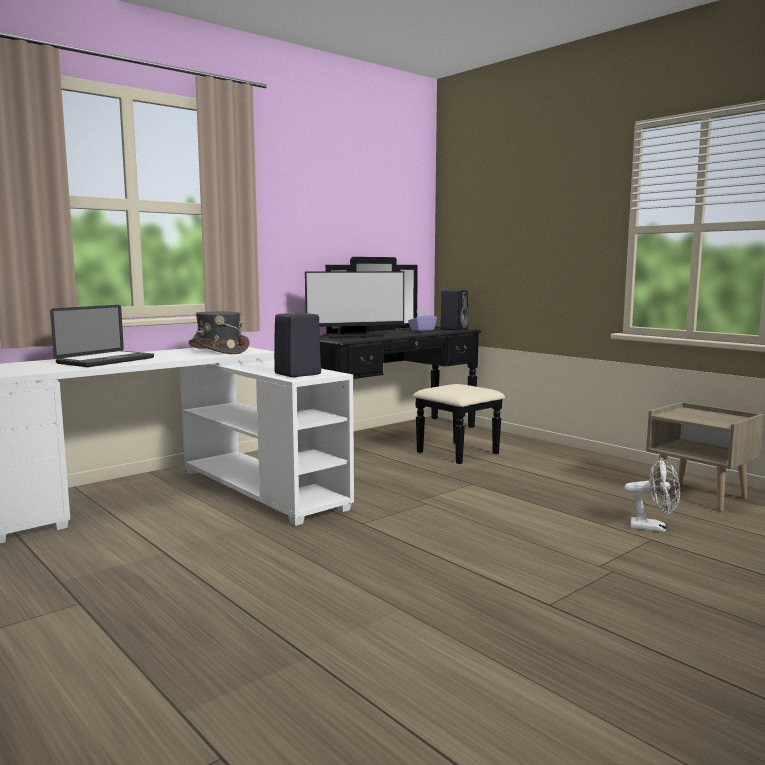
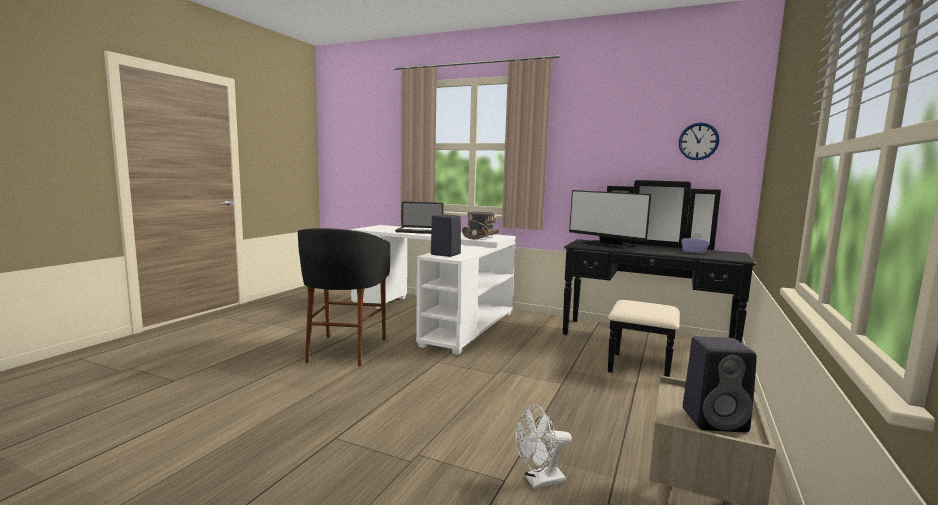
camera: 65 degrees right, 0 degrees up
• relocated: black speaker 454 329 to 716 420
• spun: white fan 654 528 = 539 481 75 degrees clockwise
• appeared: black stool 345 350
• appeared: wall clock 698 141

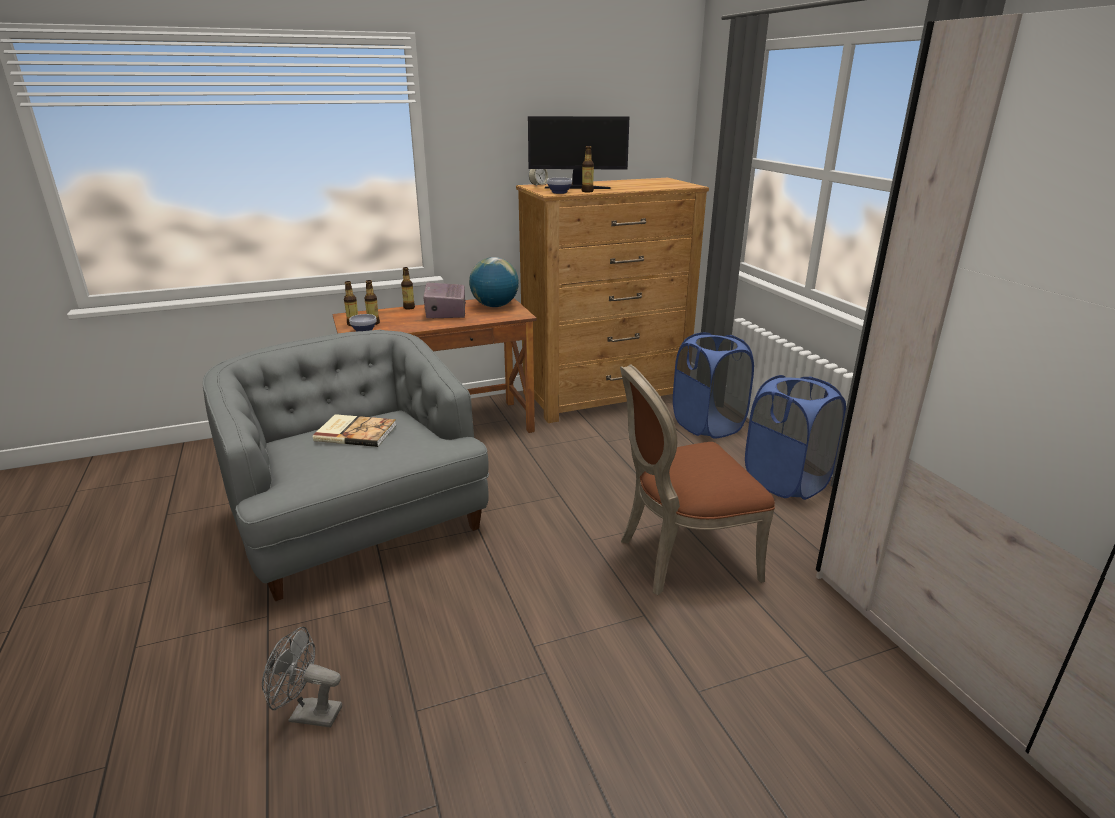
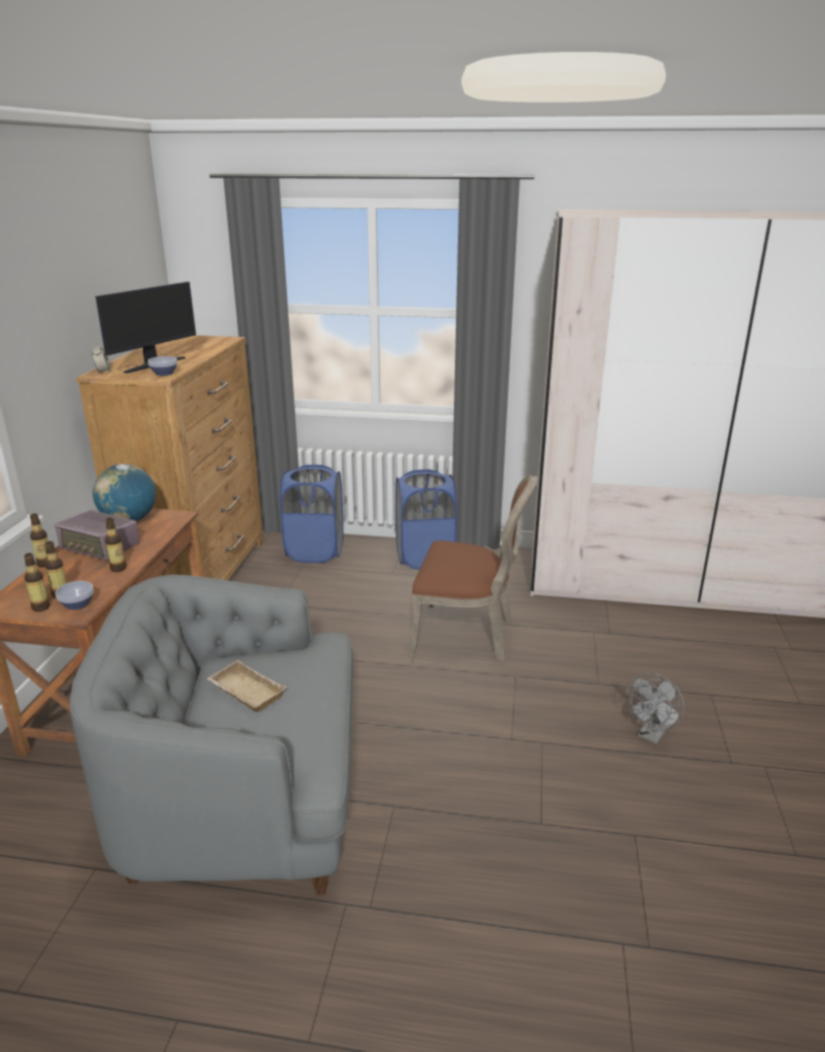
camera: 60 degrees left, 0 degrees up
• relocated: grey fan 308 714 to 651 735
• exchanged: book 355 432 to beige tray 244 692
• relocated: bottle 587 191 to 118 568
• spun: brown chair 681 557 = 468 635 90 degrees counterclockwise

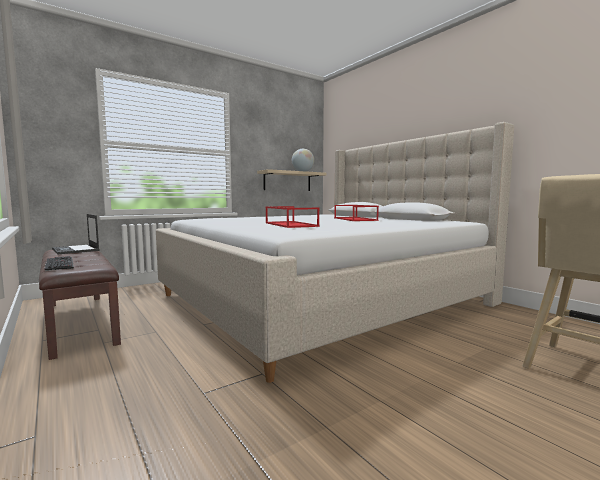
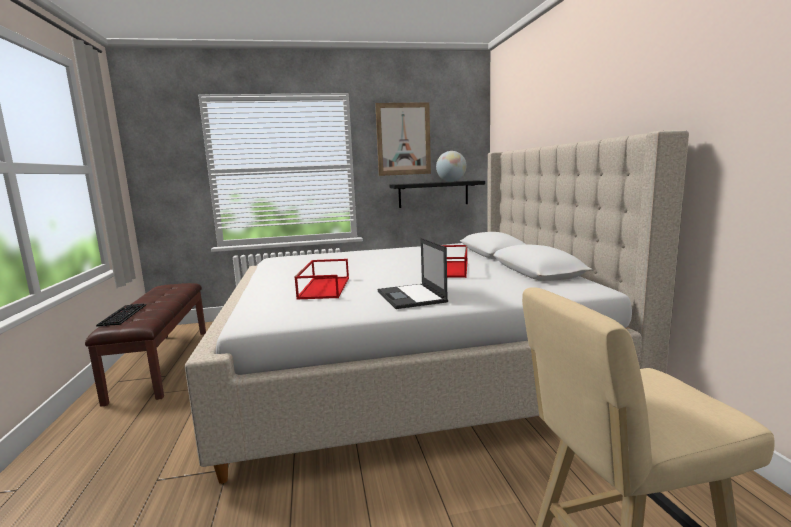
camera: 25 degrees right, 5 degrees up
• relocated: laptop 76 250 to 411 297
• colour: beige shelf 287 181 to black shelf 433 194
• appeared: picture 403 139

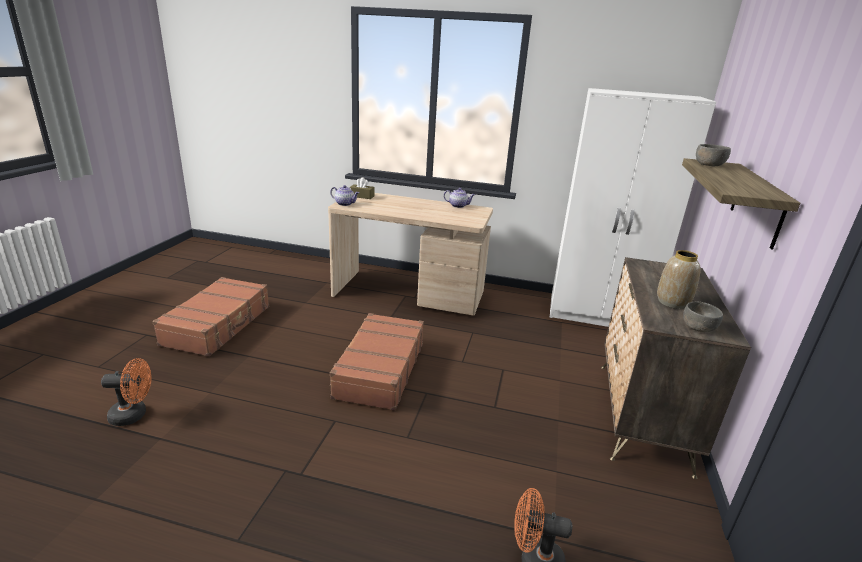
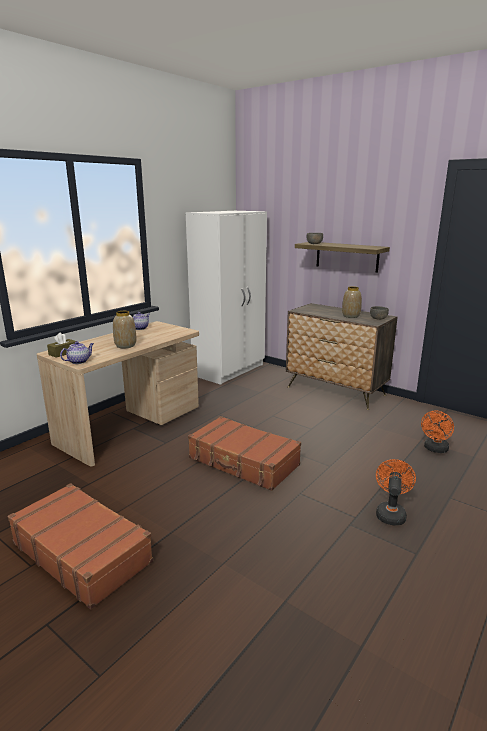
camera: 65 degrees left, 5 degrees down
• relocated: orange fan 134 415 to 390 513
• appeared: vase 125 345

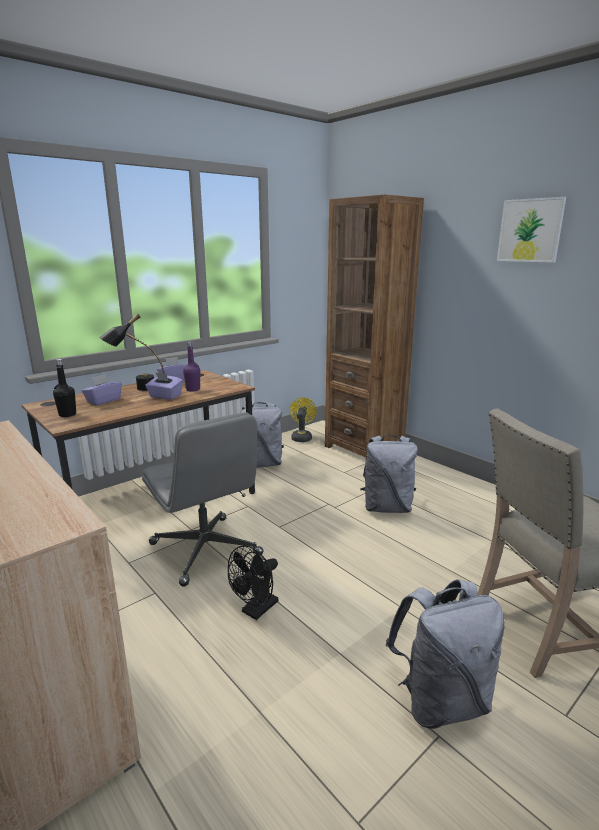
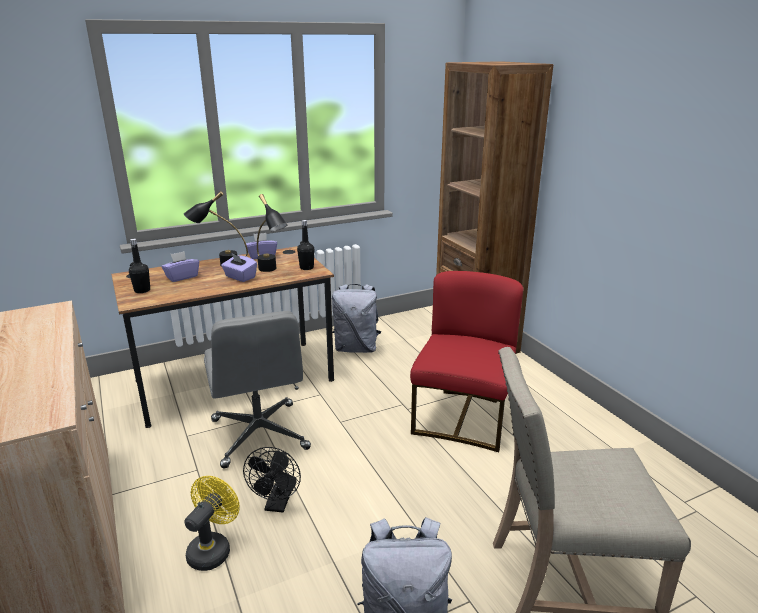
camera: 15 degrees right, 5 degrees up
• exchanged: purple bottle 193 389 to black table lamp 271 271
• spun: black fan 256 610 = 277 504 45 degrees counterclockwise
• relocated: yellow fan 302 437 to 213 548
• exchanged: grey backpack 387 507 to red chair 463 418
• missing: picture 530 230
• appeared: black bottle 306 268

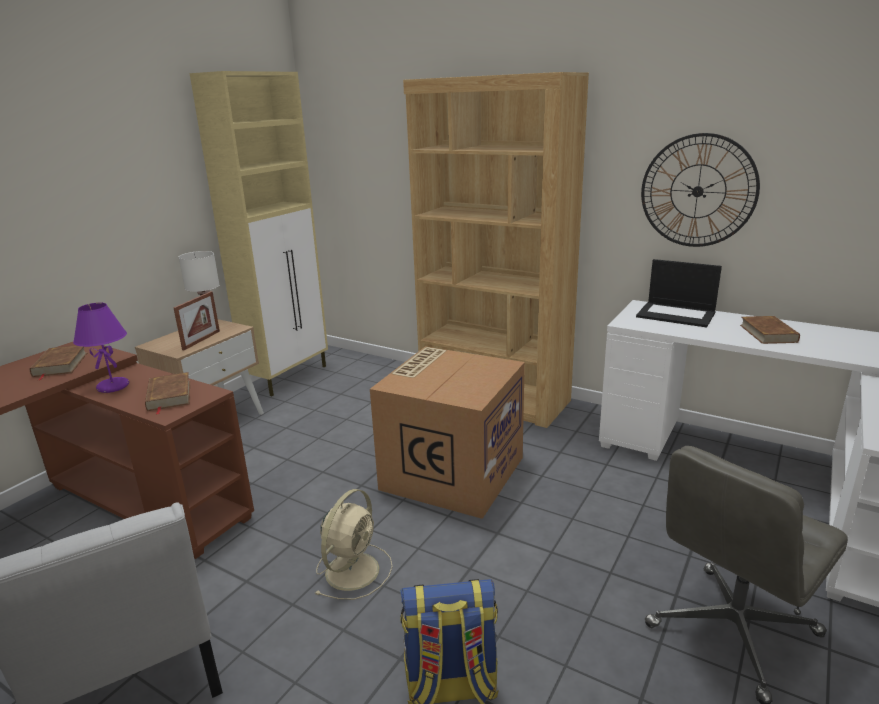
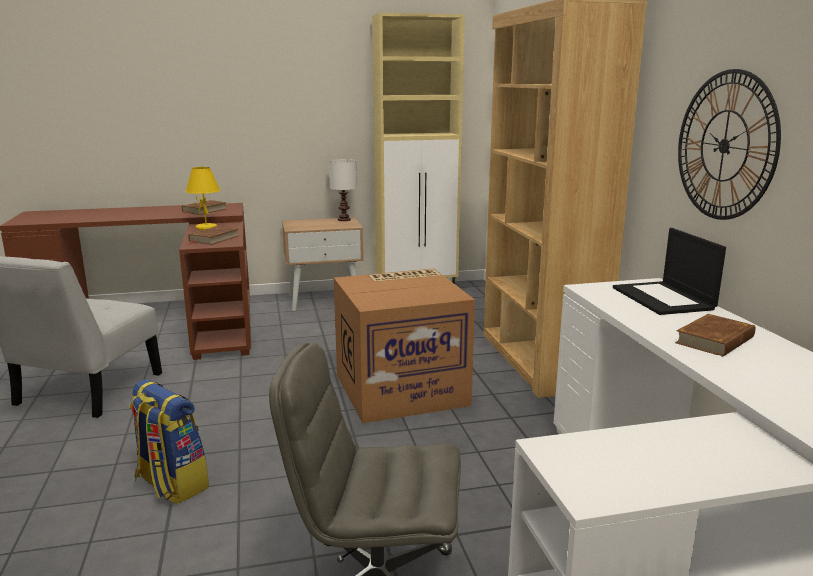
camera: 45 degrees right, 5 degrees down
• colour: purple table lamp 114 386 to yellow table lamp 207 228
• missing: picture frame 201 340
• missing: beige fan 353 569

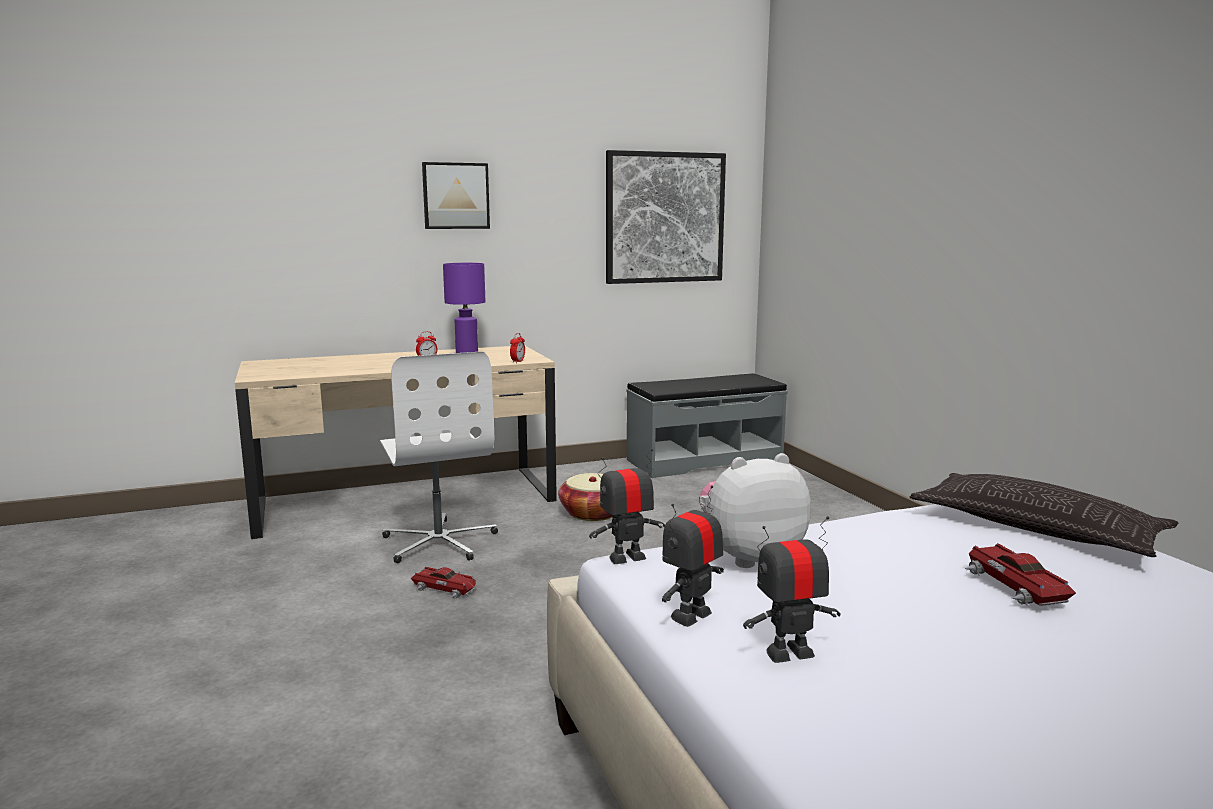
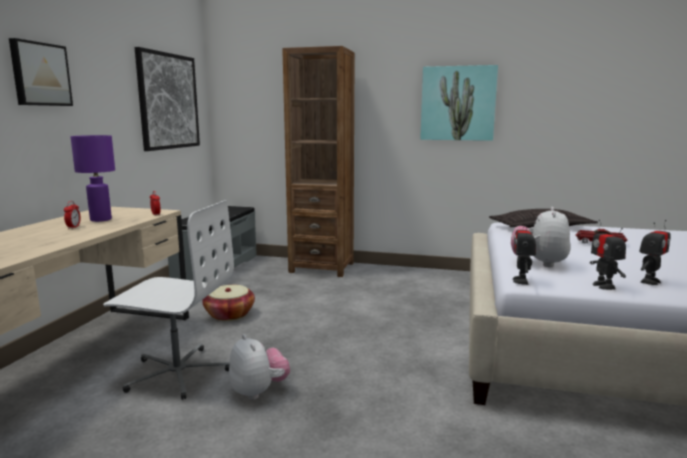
camera: 55 degrees left, 0 degrees up
• exchanged: toy car 445 588 to plush toy 259 391
• spun: toy robot 789 653 = 649 281 150 degrees counterclockwise
• appeared: brown bookcase 322 267
• appeared: picture 458 103

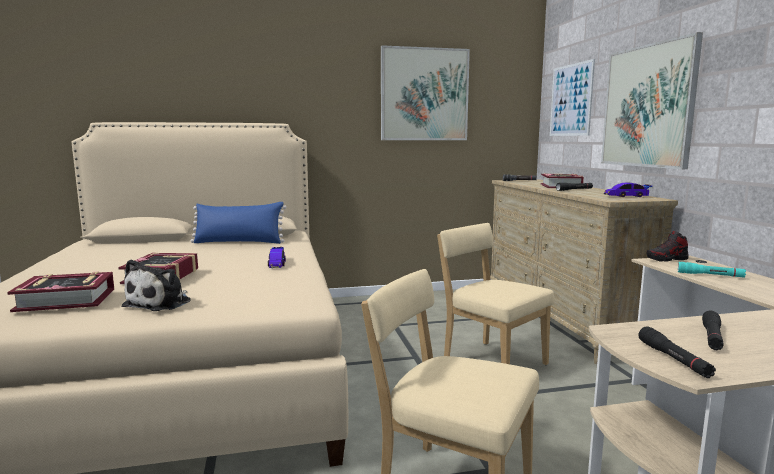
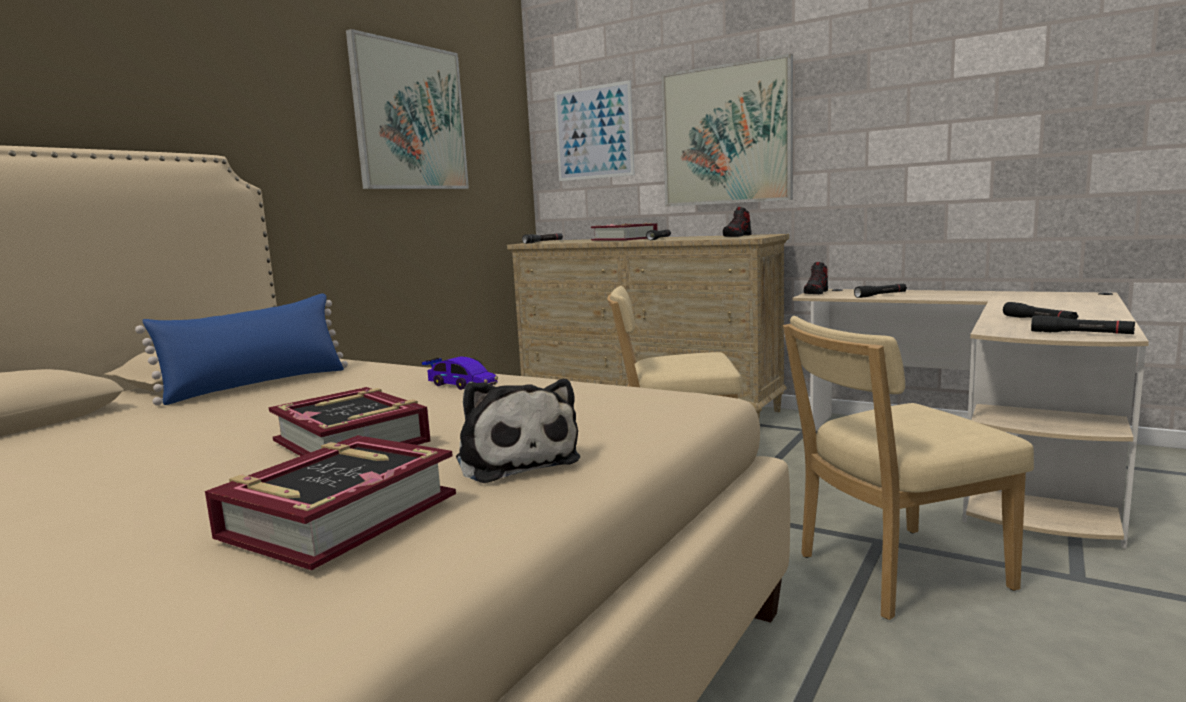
camera: 45 degrees left, 0 degrees up
• exchanged: toy car 626 196 to shoe 737 236
• colour: turquoise flashlight 710 275 to black flashlight 881 295

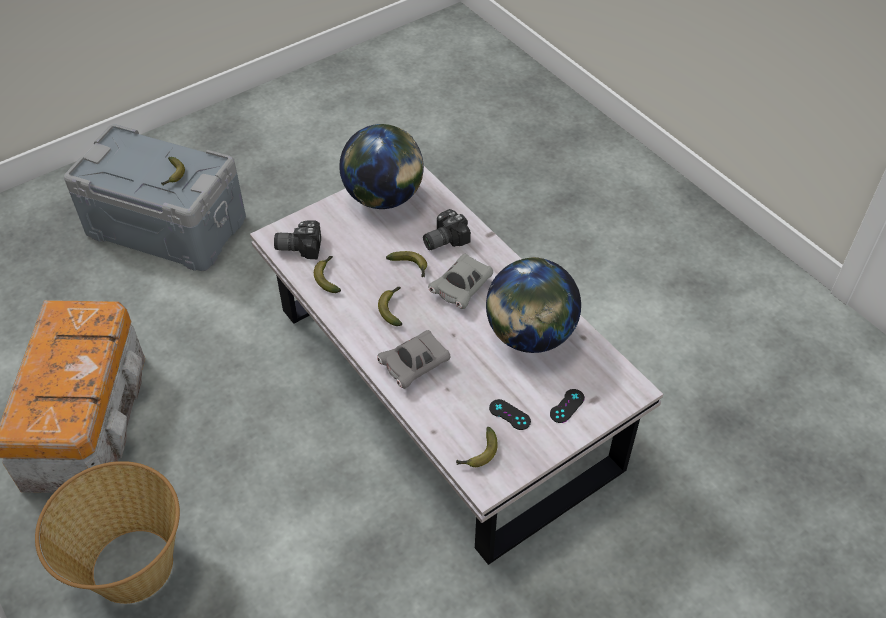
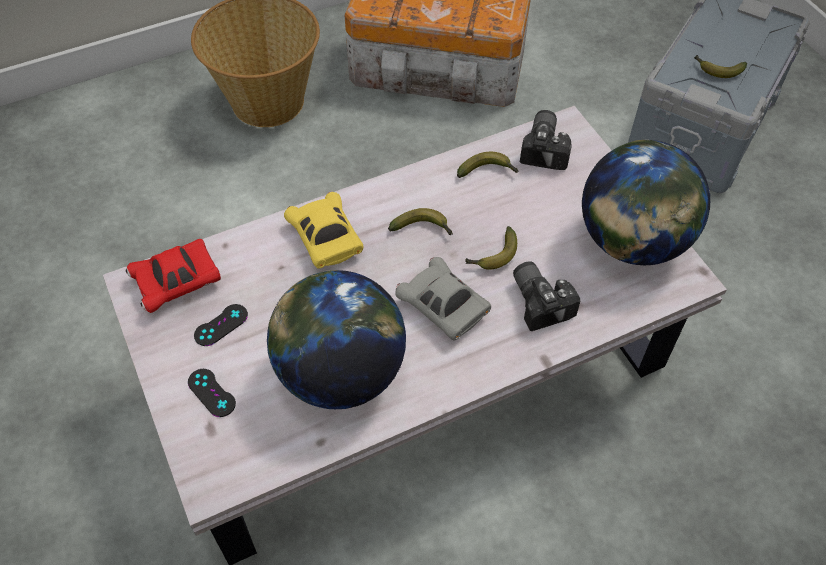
camera: 100 degrees right, 5 degrees up
• colour: grey toy car 414 365 to yellow toy car 326 239
• exchanged: banana 478 454 to red toy car 177 283

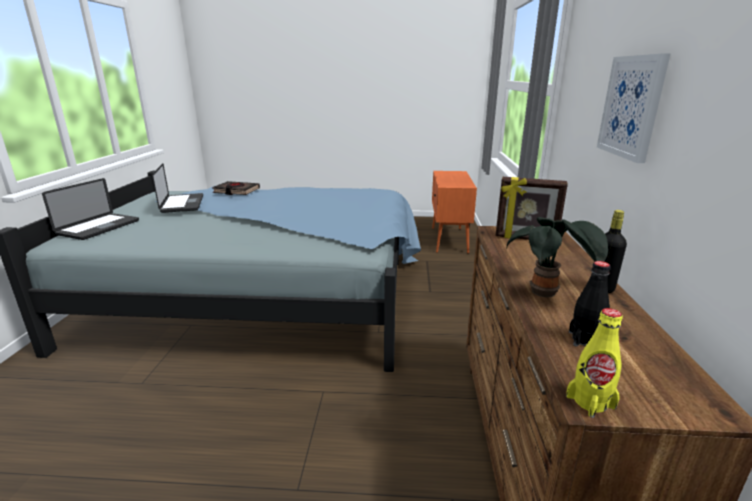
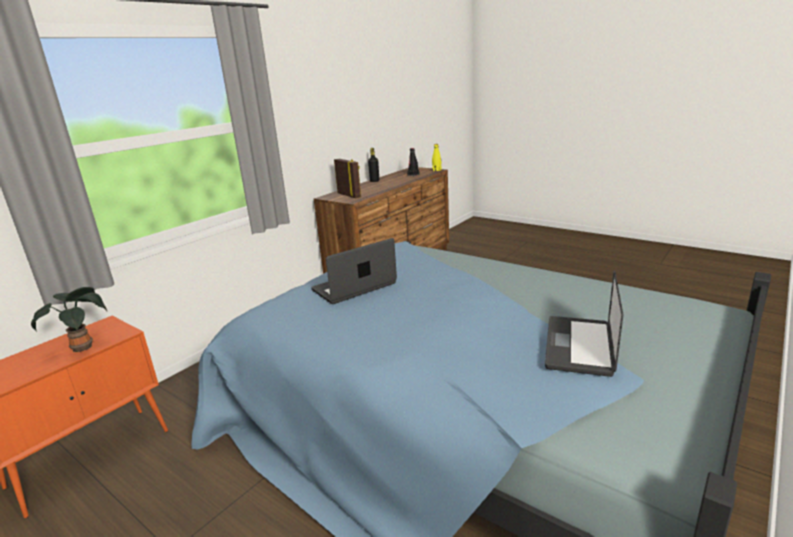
camera: 145 degrees left, 0 degrees up
• relocated: laptop 99 227 to 354 287
• missing: black book 236 191
• relocated: potted plant 546 294 to 83 347
• missing: picture 632 107

